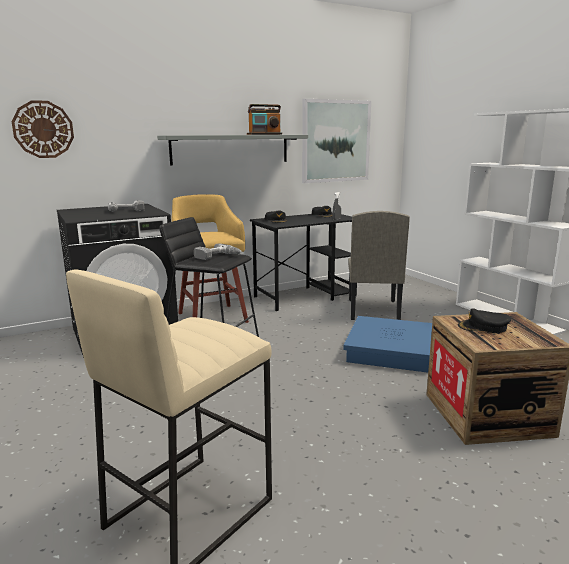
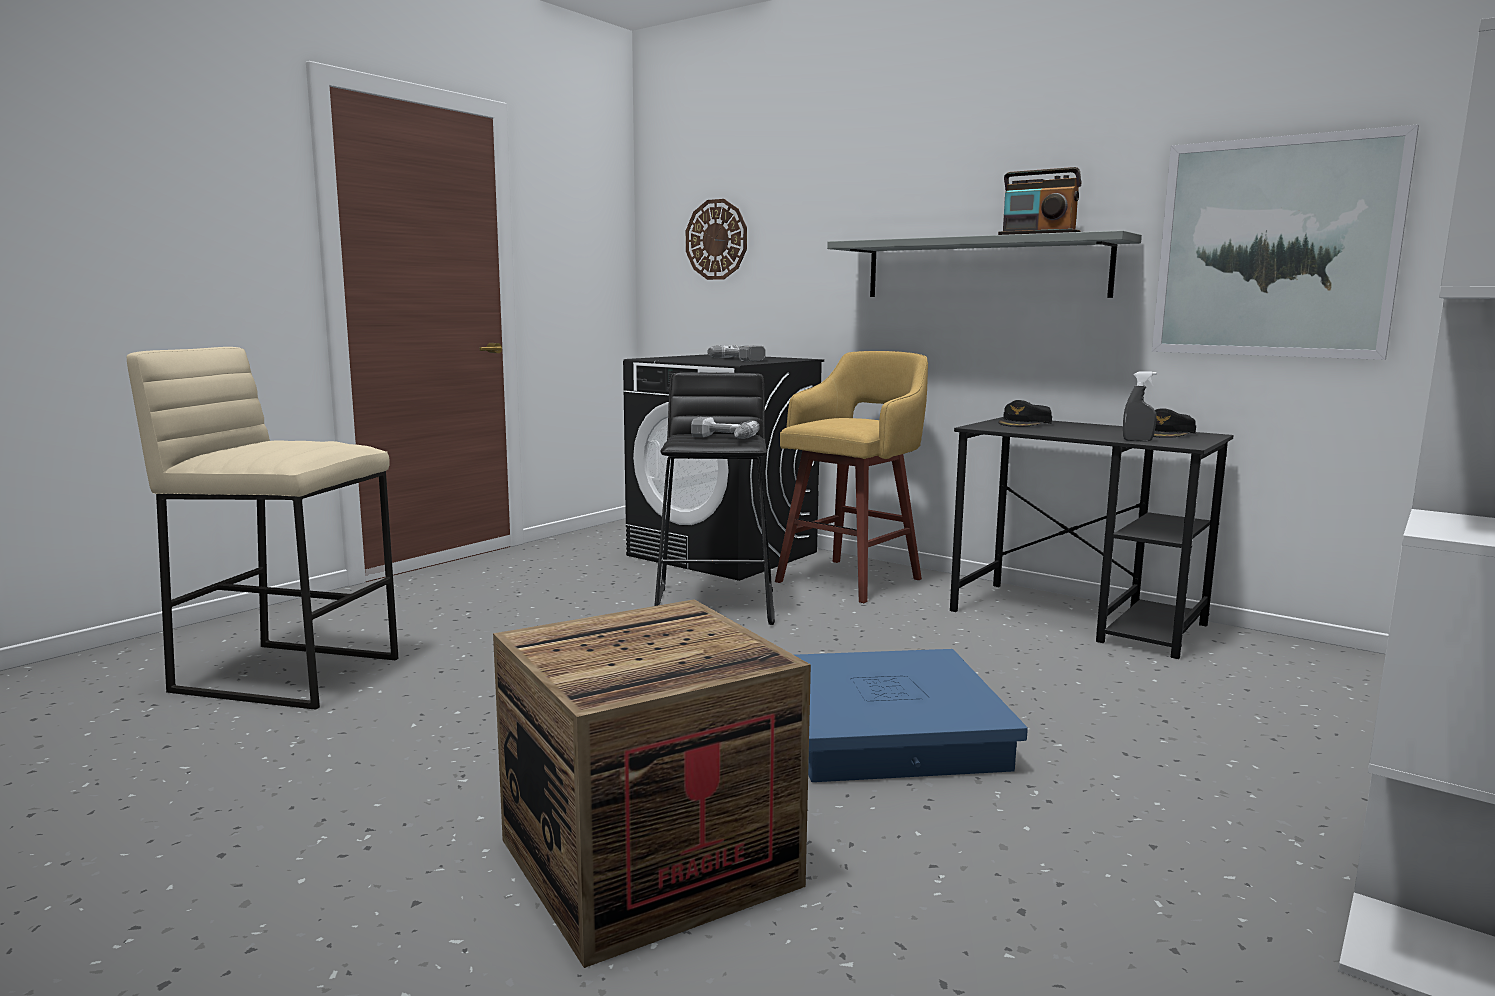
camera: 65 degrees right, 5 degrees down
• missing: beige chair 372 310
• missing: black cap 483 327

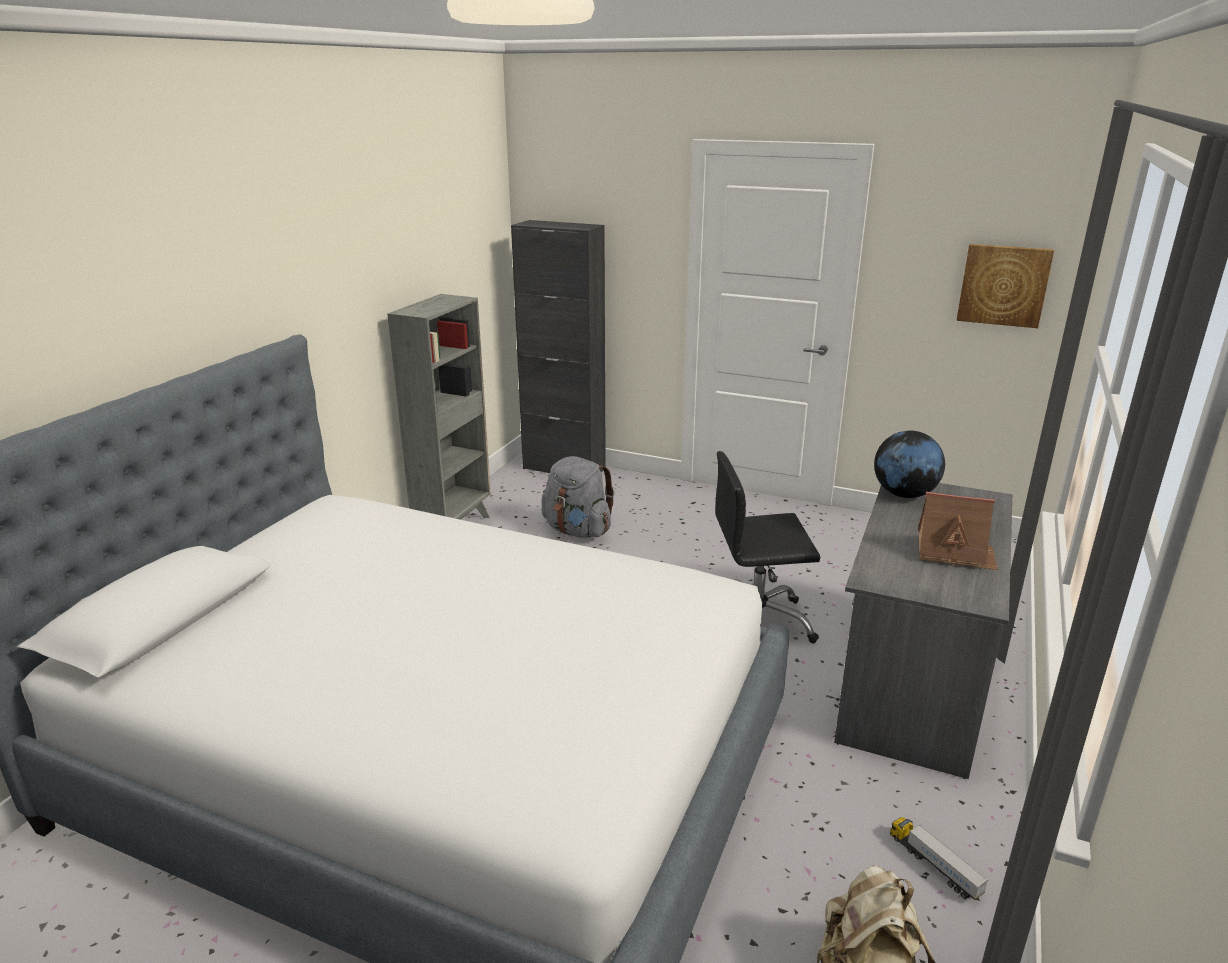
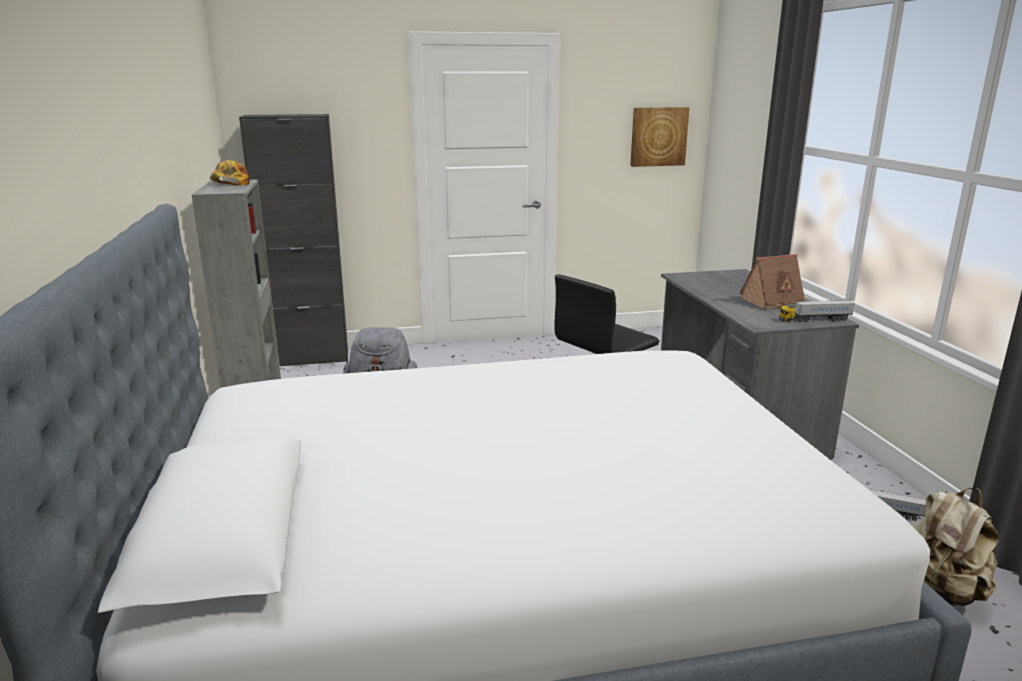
camera: 35 degrees left, 5 degrees down
• missing: globe 904 494
• appeared: cap 231 183
• appeared: toy truck 815 320

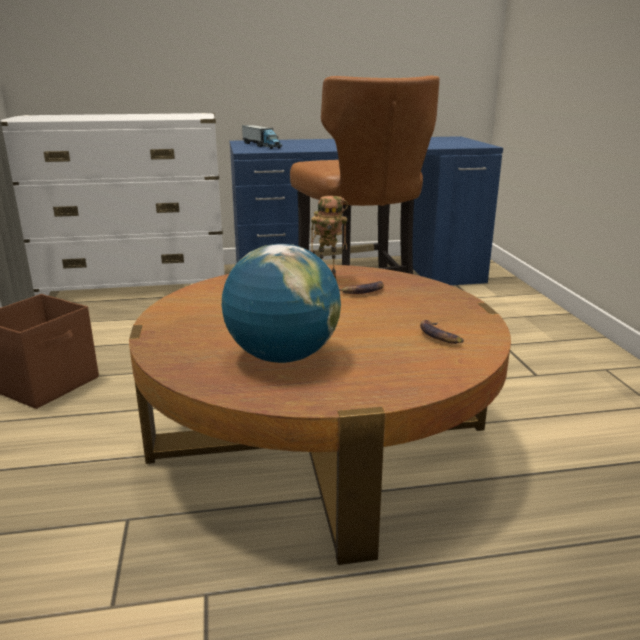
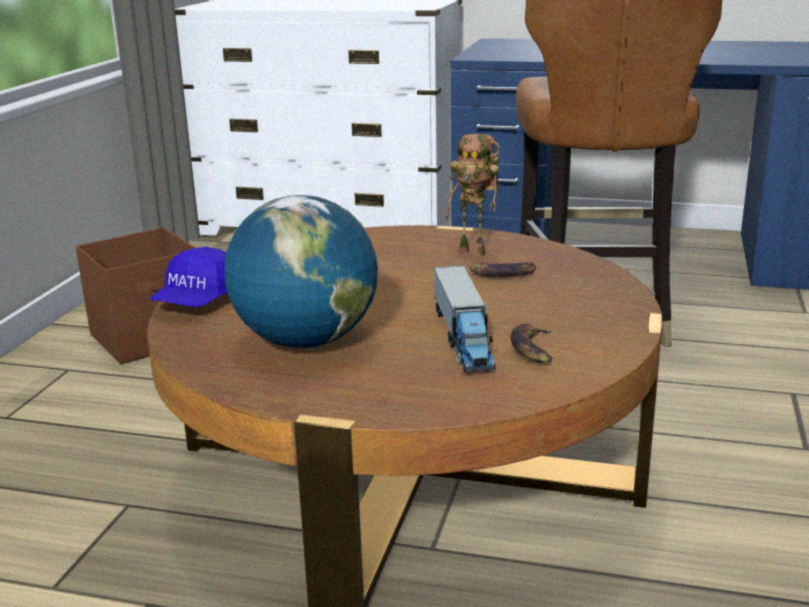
camera: 25 degrees right, 0 degrees up
• relocated: toy truck 262 145 to 463 337
• appeared: blue cap 198 302

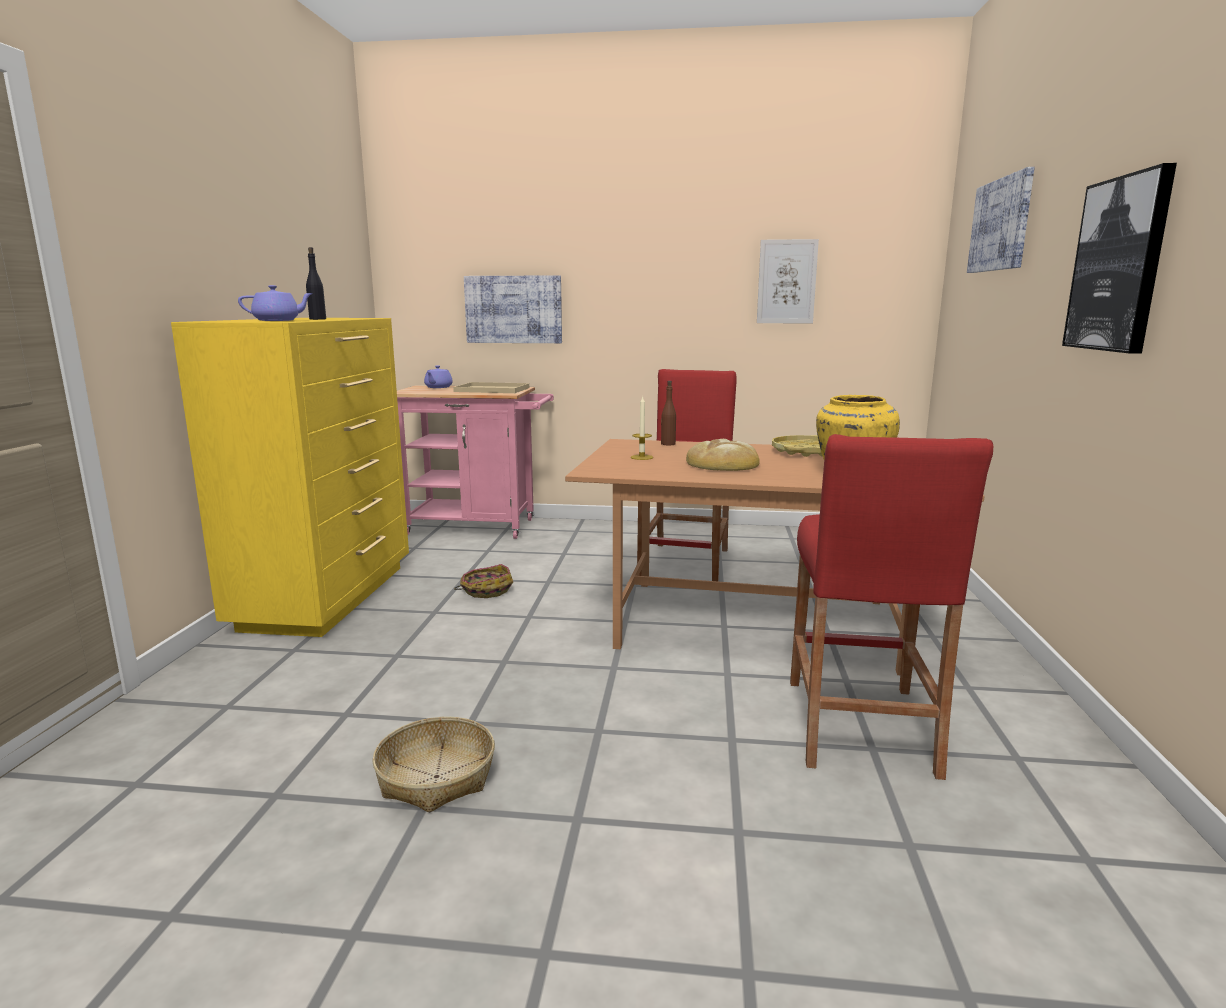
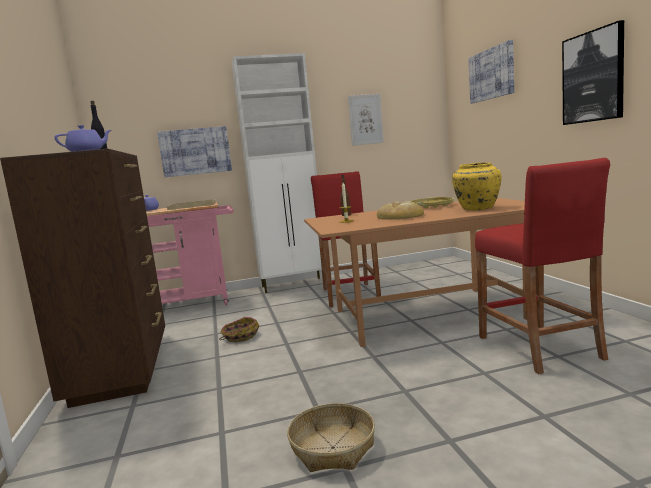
camera: 20 degrees left, 5 degrees down
• colour: yellow dresser 328 596 to brown dresser 123 367
• appeared: white cabinet 294 285

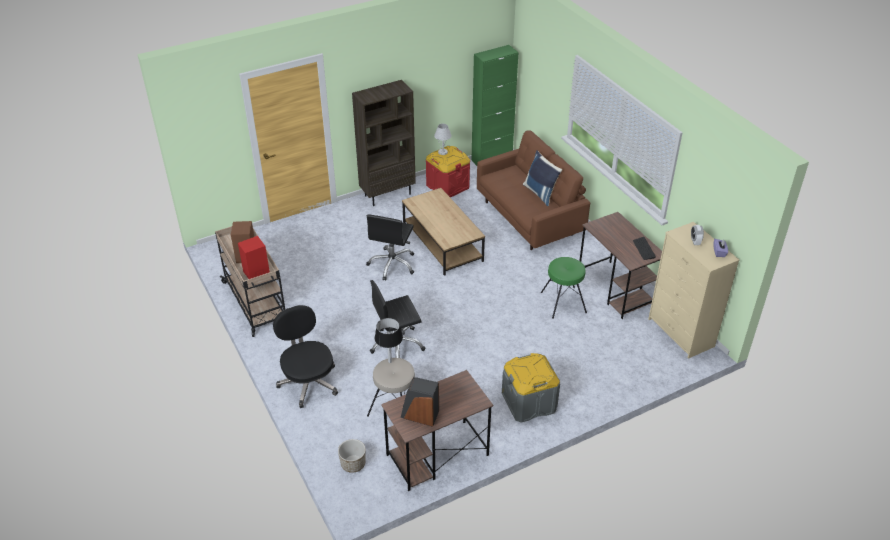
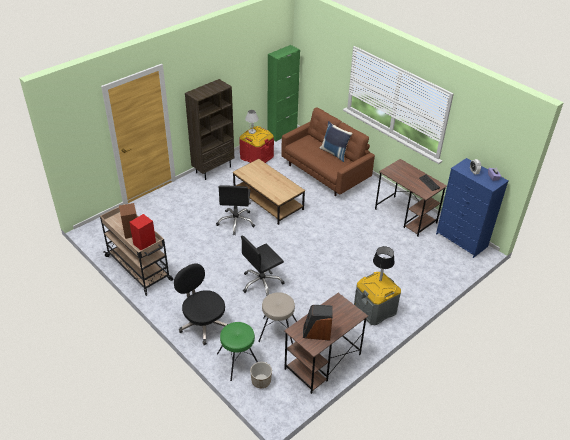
camera: 15 degrees left, 0 degrees up
• relocated: black table lamp 390 361 to 380 279
• relocated: green stool 563 302 to 238 361
• colour: beige dresser 681 333 to blue dresser 462 240

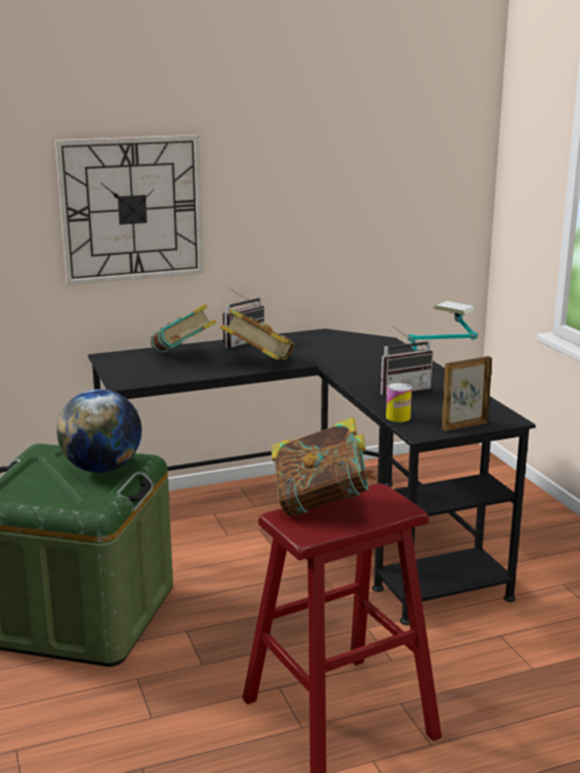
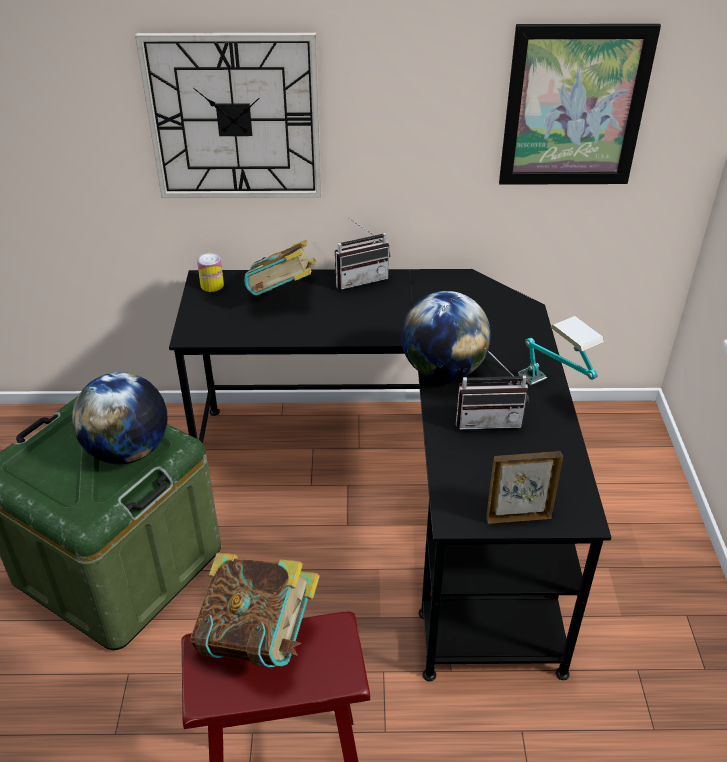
camera: 20 degrees right, 20 degrees up
• missing: book 258 362
• relocated: can 398 417 to 212 285
• appeared: globe 443 370
• appeared: picture 574 107

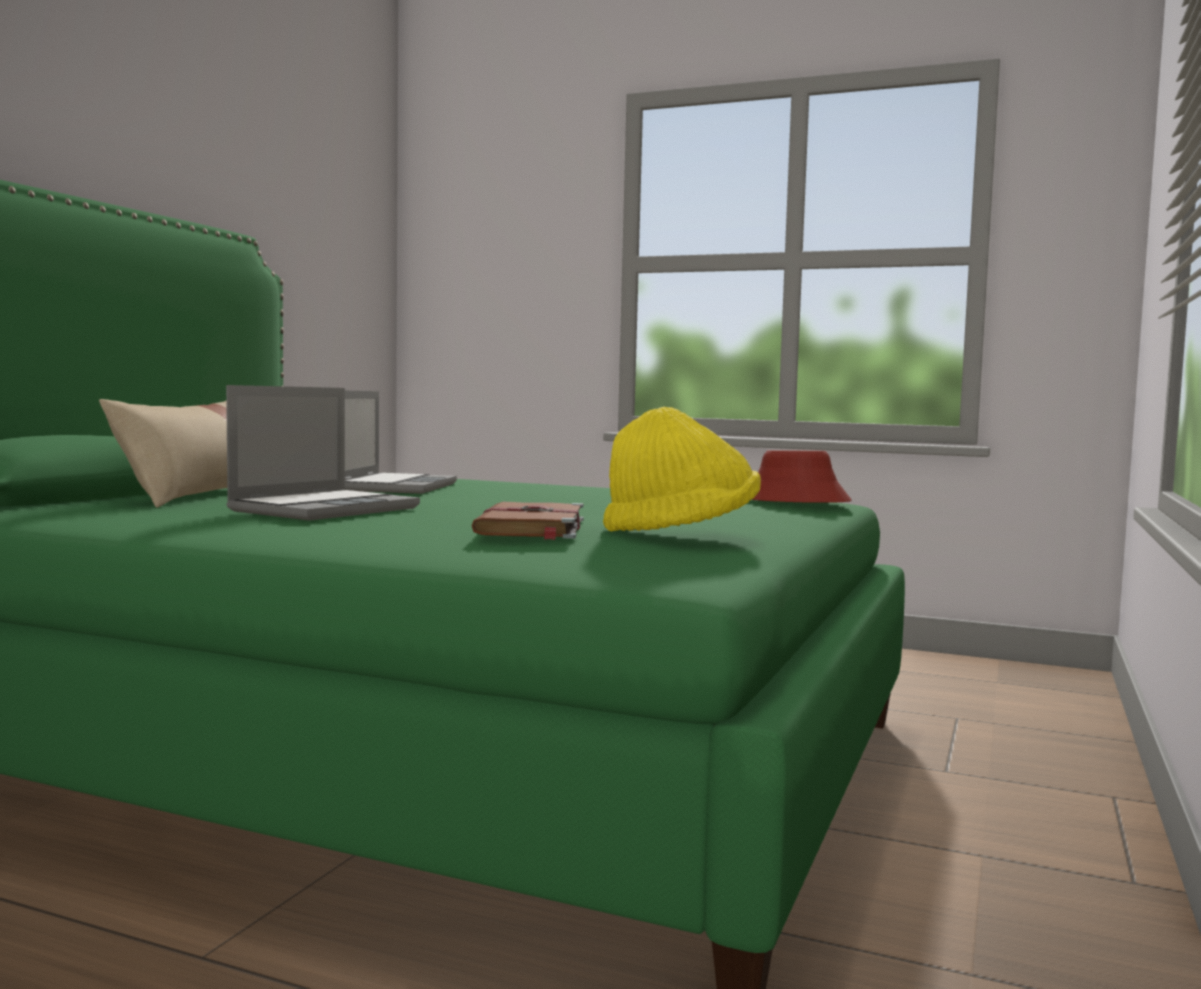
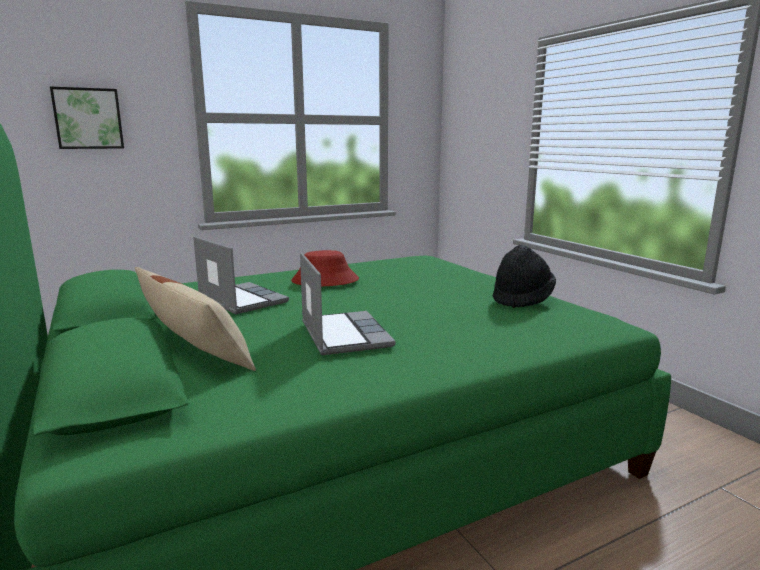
camera: 50 degrees left, 10 degrees up
• missing: brown book 531 527
• colour: yellow hat 681 531 to black hat 522 299
• relocated: red hat 794 502 to 324 281
• appeared: picture 88 118

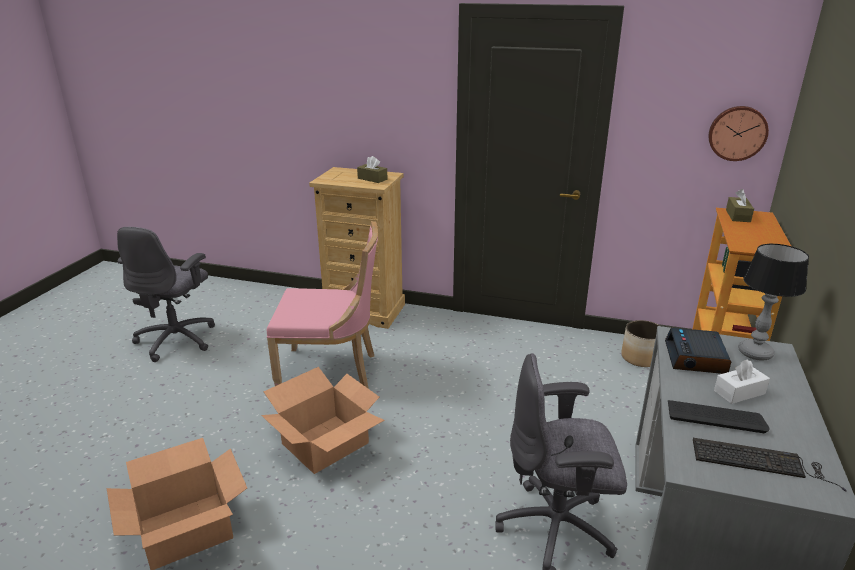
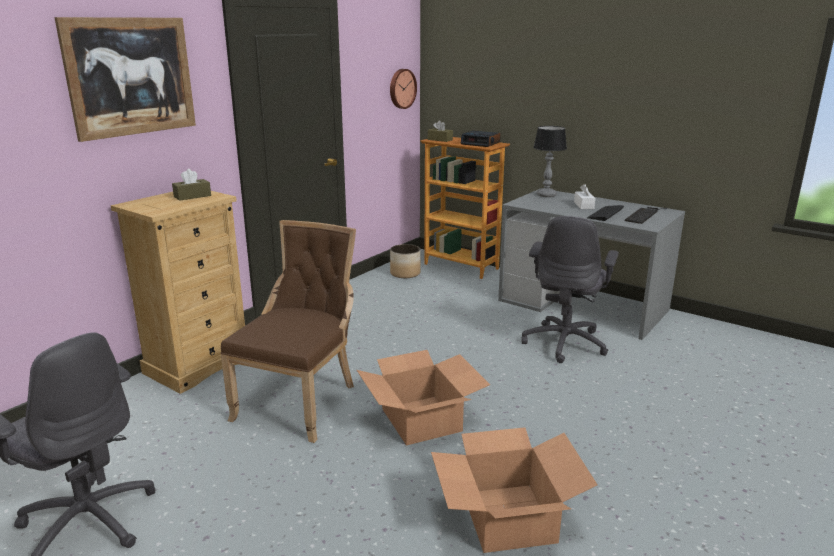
camera: 70 degrees left, 5 degrees down
• colour: pink chair 331 371 to brown chair 301 401
• relocated: alarm clock 696 358 to 481 143
• appeared: picture 131 76

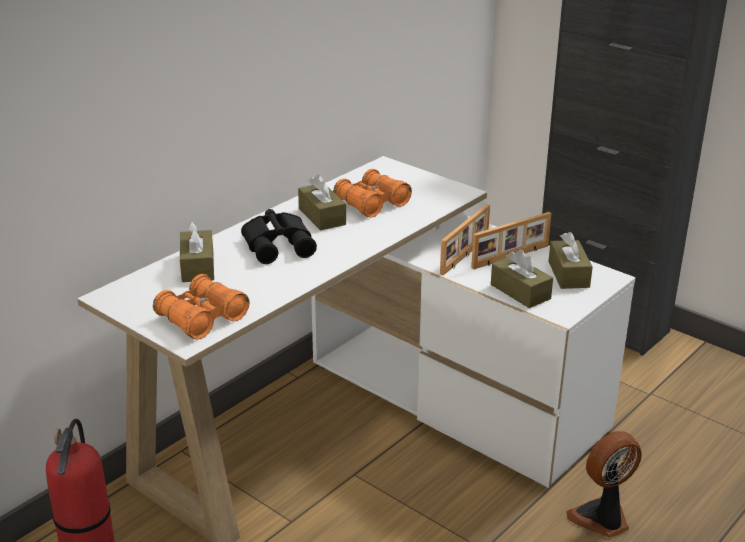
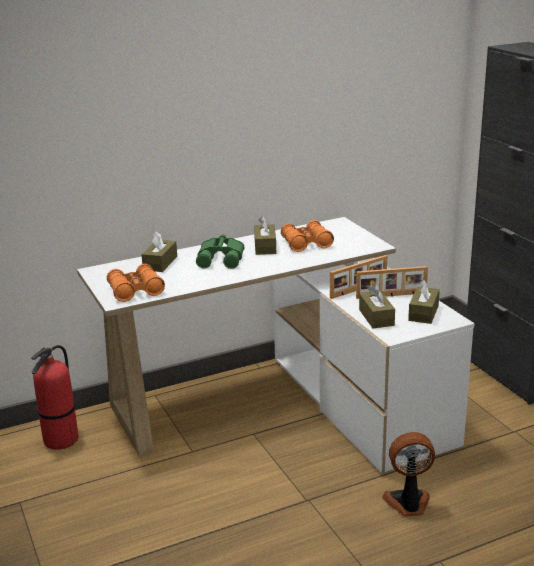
camera: 25 degrees right, 5 degrees down
• colour: black binoculars 279 244 to green binoculars 222 258

